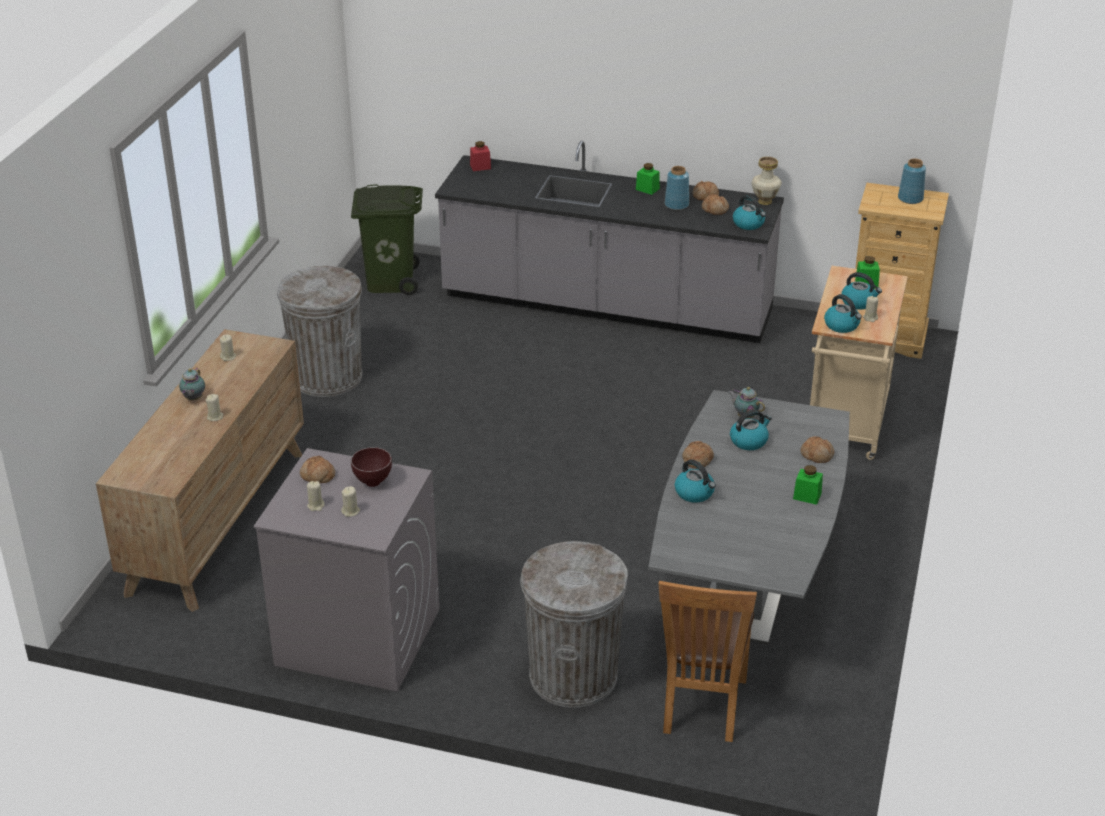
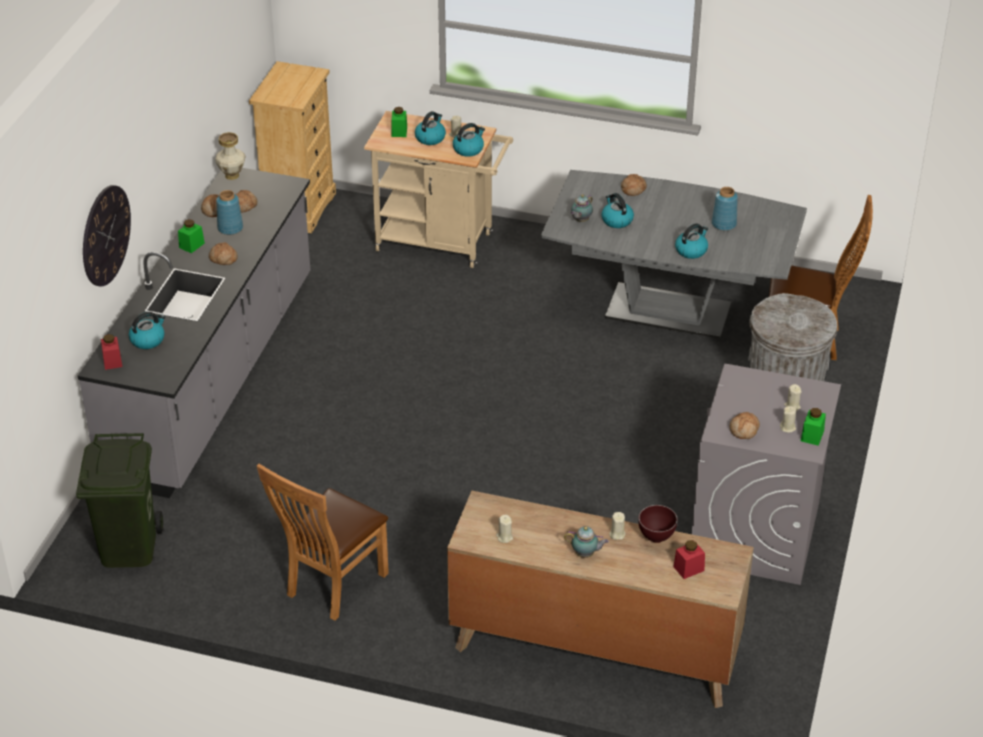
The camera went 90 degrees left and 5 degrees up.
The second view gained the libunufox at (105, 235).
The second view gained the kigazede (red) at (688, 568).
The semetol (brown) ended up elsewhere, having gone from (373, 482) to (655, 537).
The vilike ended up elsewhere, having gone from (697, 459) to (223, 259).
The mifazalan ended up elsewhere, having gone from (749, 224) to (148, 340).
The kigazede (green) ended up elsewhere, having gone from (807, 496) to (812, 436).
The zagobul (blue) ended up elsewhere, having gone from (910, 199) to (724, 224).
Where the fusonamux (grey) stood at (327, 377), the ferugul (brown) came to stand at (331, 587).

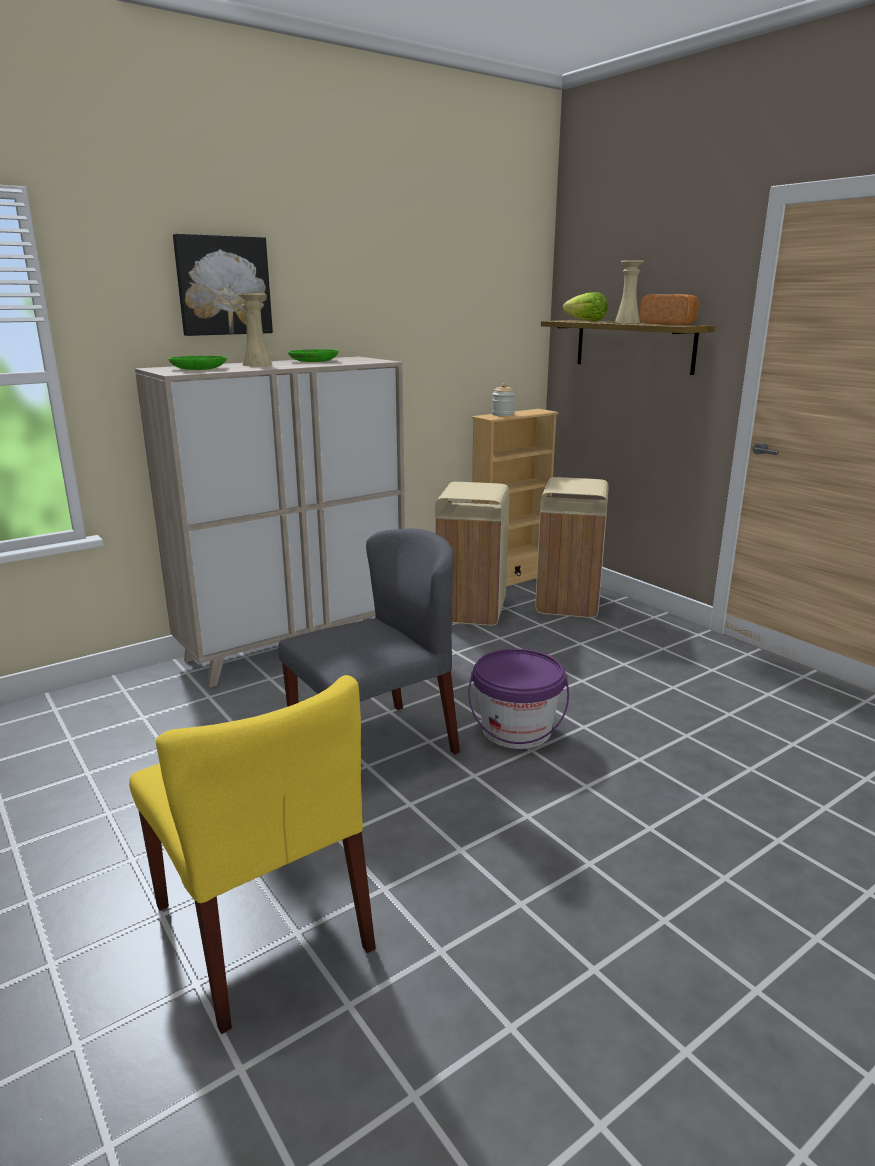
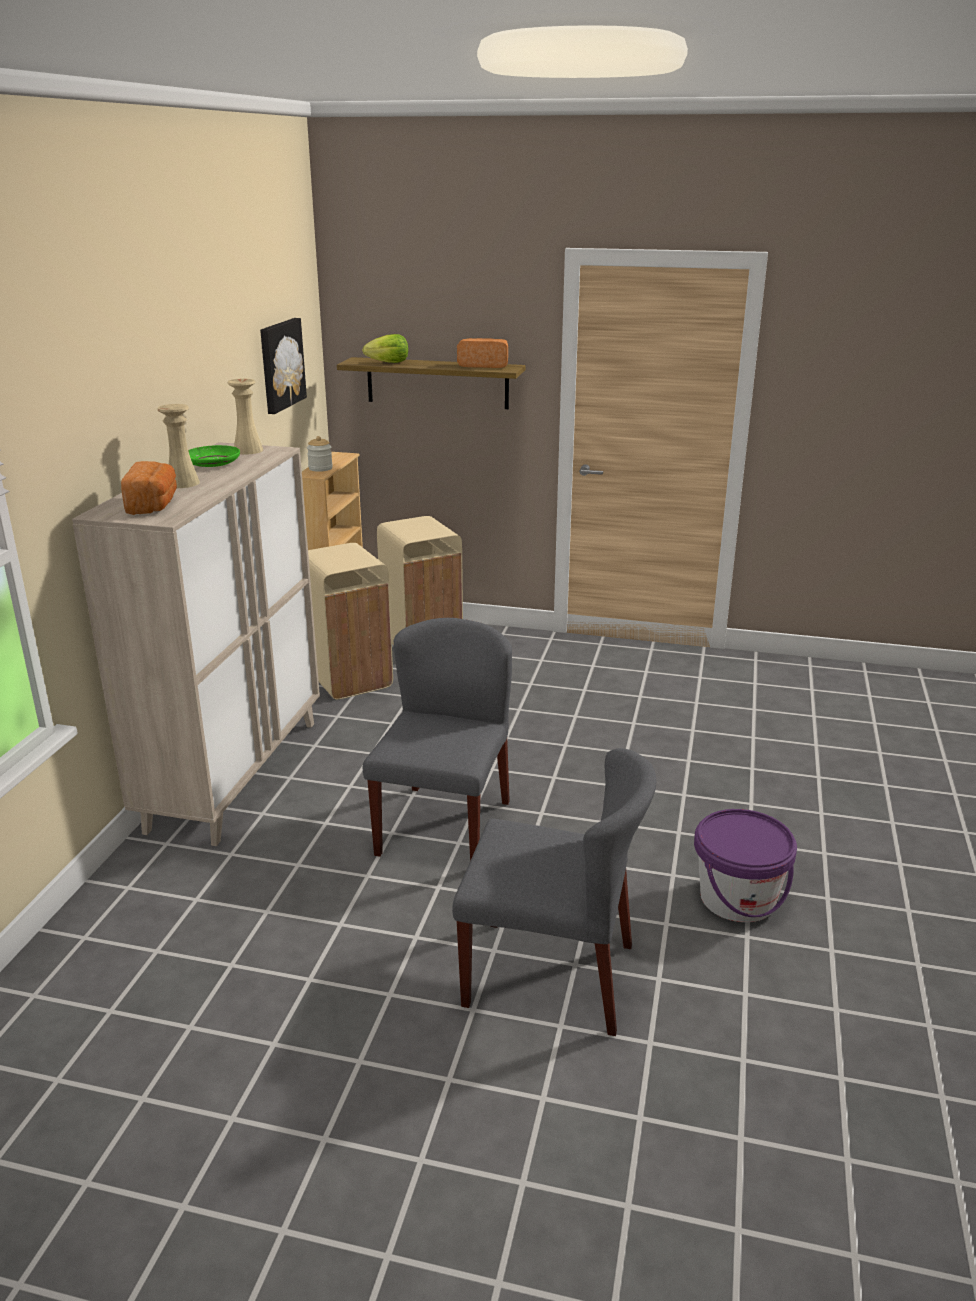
The camera went 40 degrees left and 5 degrees up.
The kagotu ended up elsewhere, having gone from (223, 286) to (280, 365).
The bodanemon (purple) ended up elsewhere, having gone from (516, 730) to (738, 898).
The zagobul (beige) ended up elsewhere, having gone from (627, 322) to (248, 450).
Where the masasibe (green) stood at (198, 369), the vilike came to stand at (153, 505).
What was the ferugul (yellow) at (263, 928) turned into the ferugul (grey) at (551, 975).

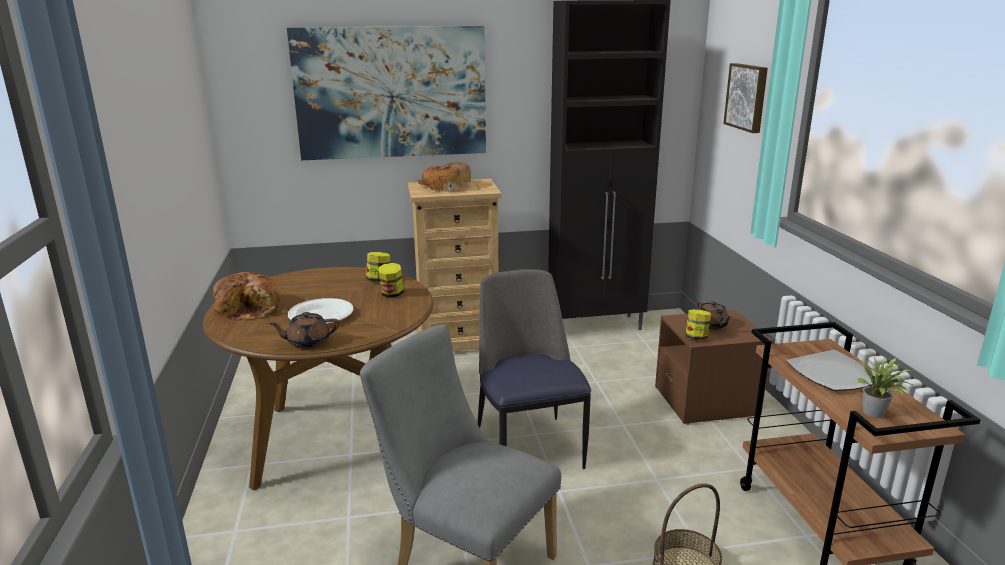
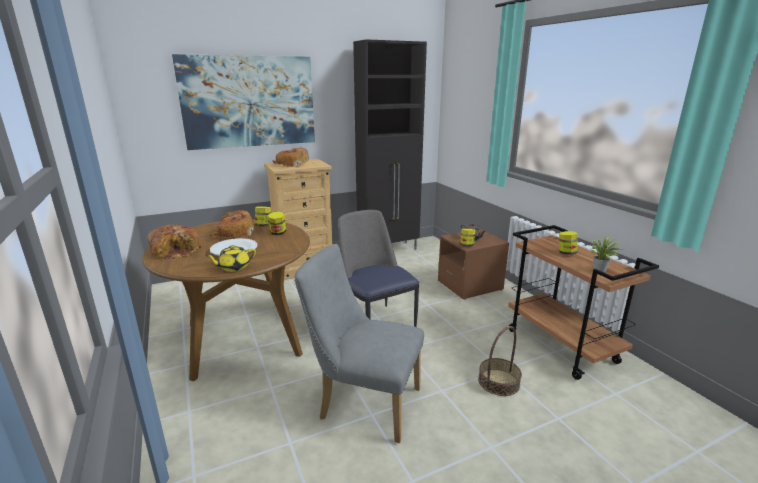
The camera went 15 degrees left and 0 degrees up.
The second view lost the kagotu at (747, 97).
The second view gained the vilike at (233, 233).
Where the masasibe stood at (833, 374), the kigazede came to stand at (566, 253).
What was the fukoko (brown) at (307, 342) turned into the fukoko (yellow) at (233, 267).

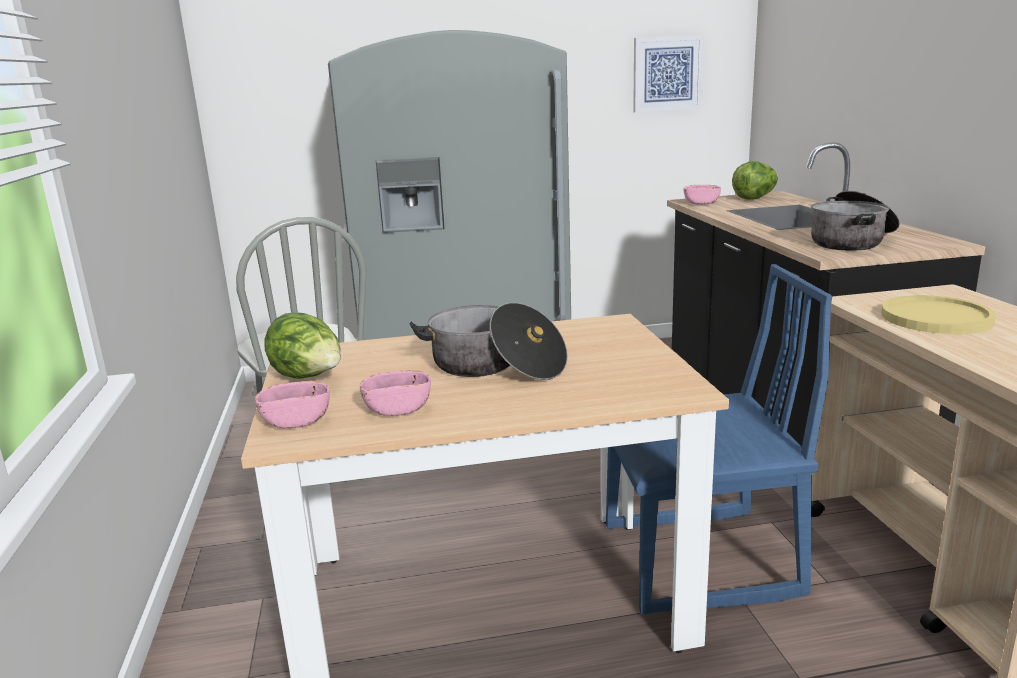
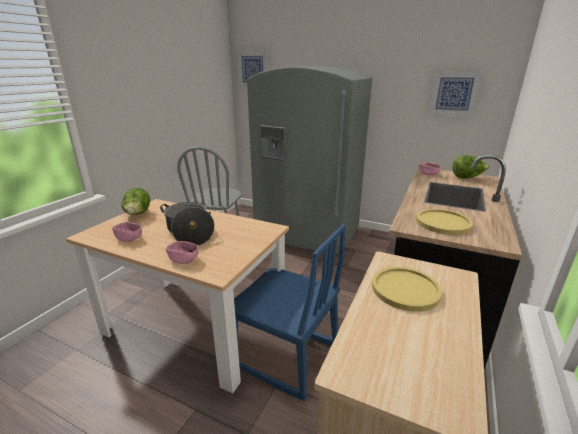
The camera went 35 degrees right and 5 degrees up.
The second view gained the kagotu at (253, 69).
The semetol (pink) ended up elsewhere, having gone from (296, 421) to (184, 259).
Where the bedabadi stood at (852, 241), the masasibe (yellow) came to stand at (443, 223).

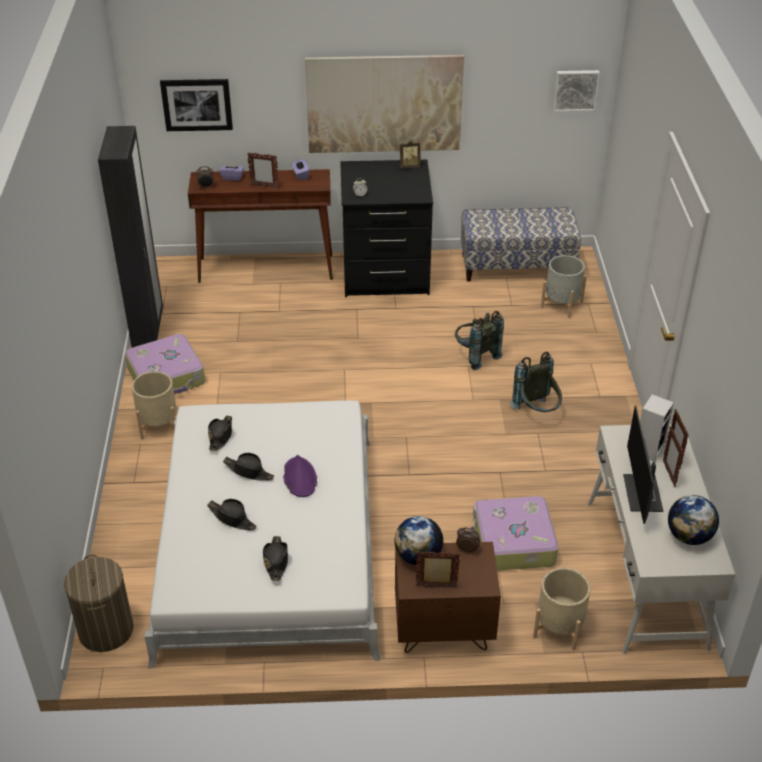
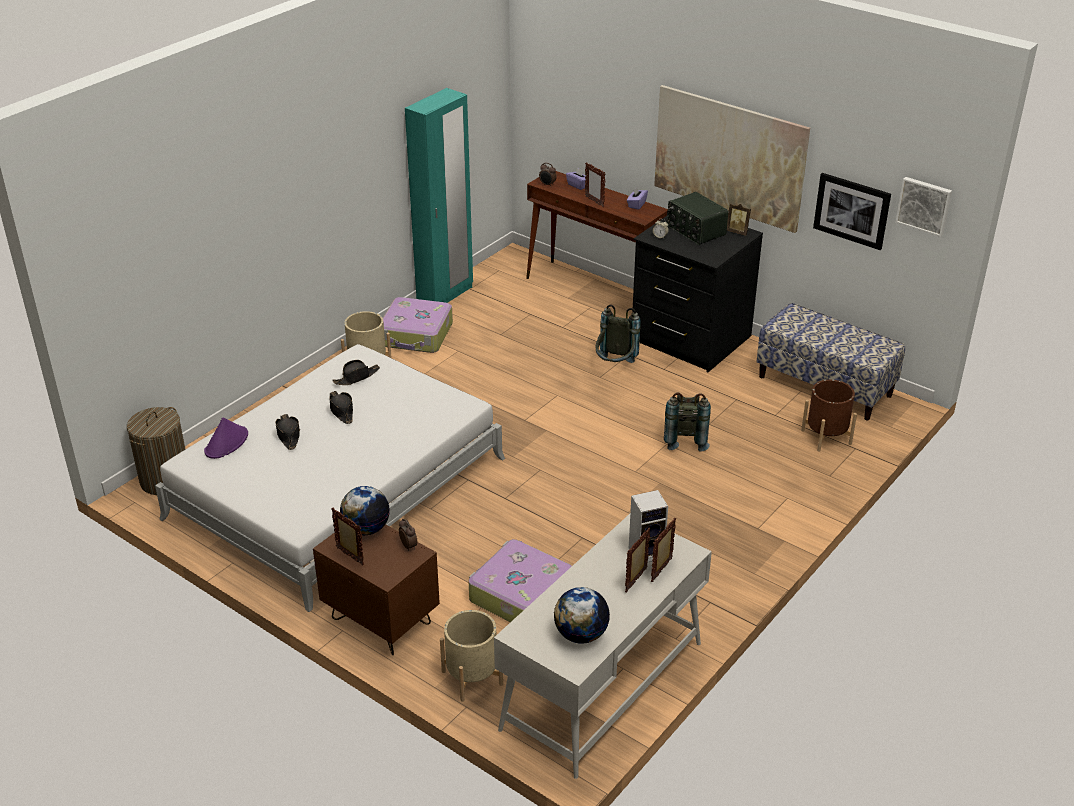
The camera went 40 degrees right and 5 degrees down.
The second view lost the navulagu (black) at (276, 561).
The second view lost the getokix at (643, 494).
The second view gained the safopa at (695, 231).
The kagotu ended up elsewhere, having gone from (197, 104) to (852, 210).
The navulagu (purple) ended up elsewhere, having gone from (299, 477) to (226, 443).
The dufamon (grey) ended up elsewhere, having gone from (537, 412) to (615, 366).
What was the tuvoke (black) at (148, 329) turned into the tuvoke (turquoise) at (445, 295).
What was the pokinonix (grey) at (561, 304) turned into the pokinonix (brown) at (826, 437).

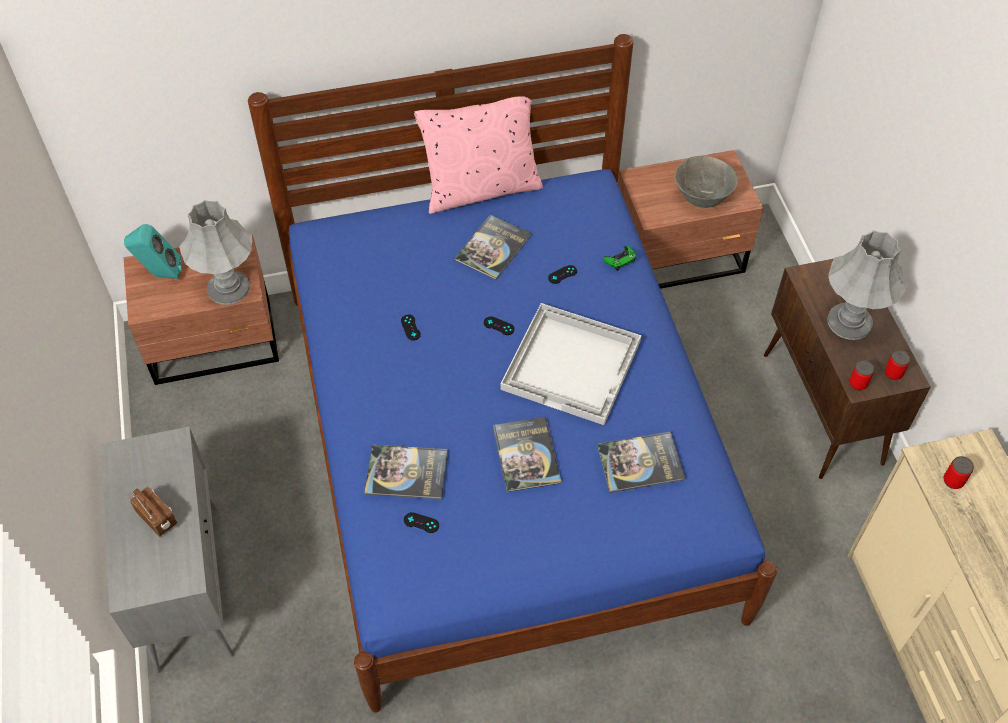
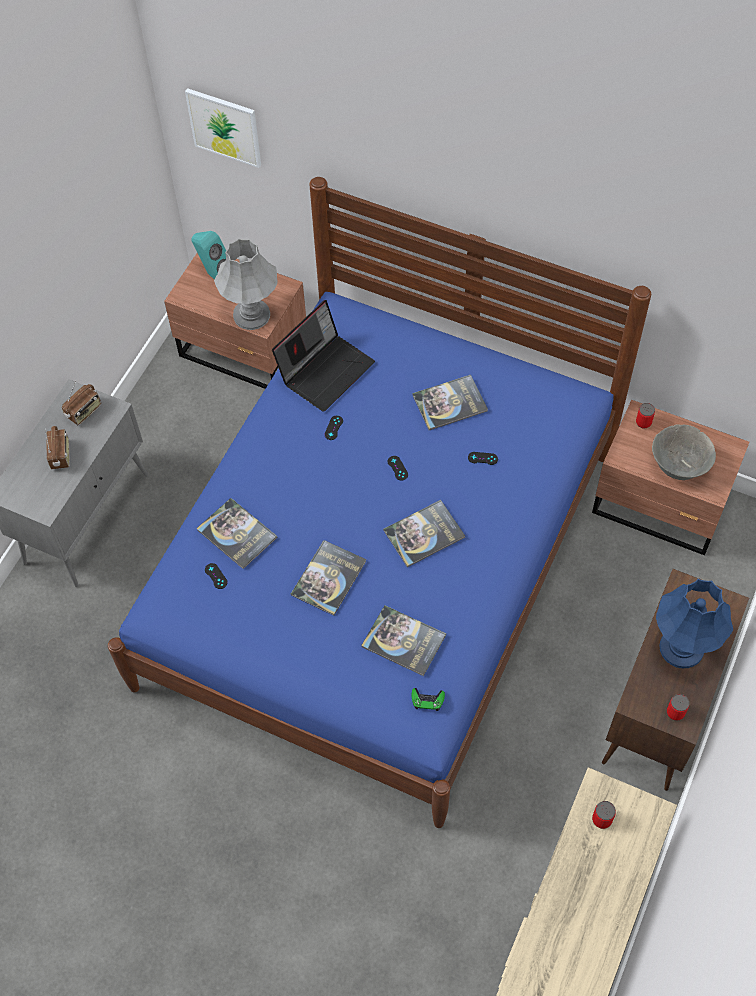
The camera went 40 degrees right and 5 degrees up.
The second view lost the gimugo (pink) at (481, 188).
The second view gained the safopa at (84, 412).
The second view gained the kagotu at (224, 127).
The second view gained the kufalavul at (325, 370).
The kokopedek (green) ended up elsewhere, having gone from (620, 260) to (427, 700).
The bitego ended up elsewhere, having gone from (858, 383) to (643, 422).
Where the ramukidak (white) stood at (572, 364), the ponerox came to stand at (424, 534).
What was the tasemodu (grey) at (850, 321) turned into the tasemodu (blue) at (682, 647).

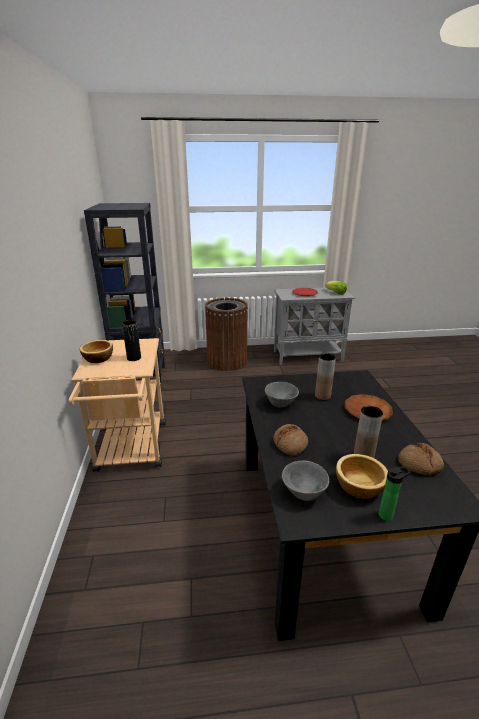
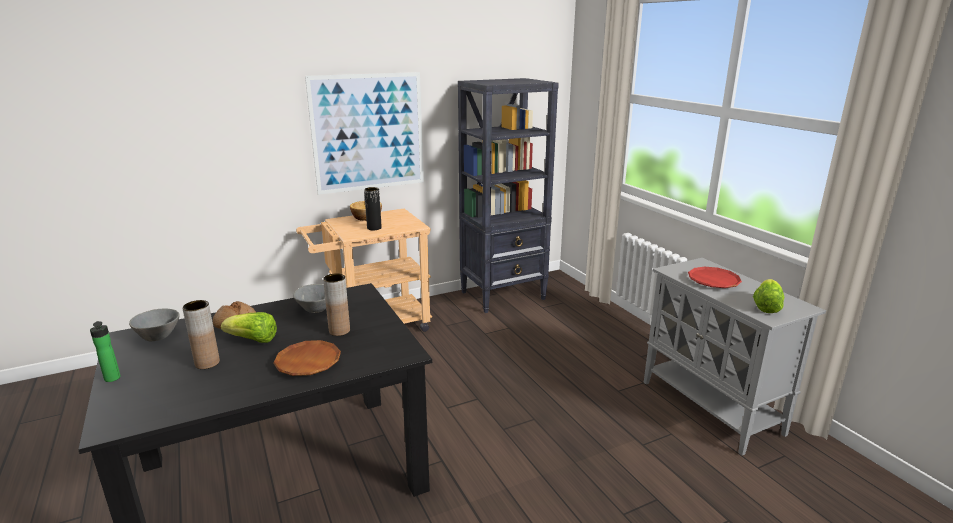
The camera went 70 degrees right and 5 degrees down.
The second view lost the fusonamux (brown) at (227, 361).
The second view lost the semetol at (358, 487).
The second view lost the vilike at (419, 464).
The second view gained the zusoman at (253, 340).
The second view gained the kagotu at (368, 132).

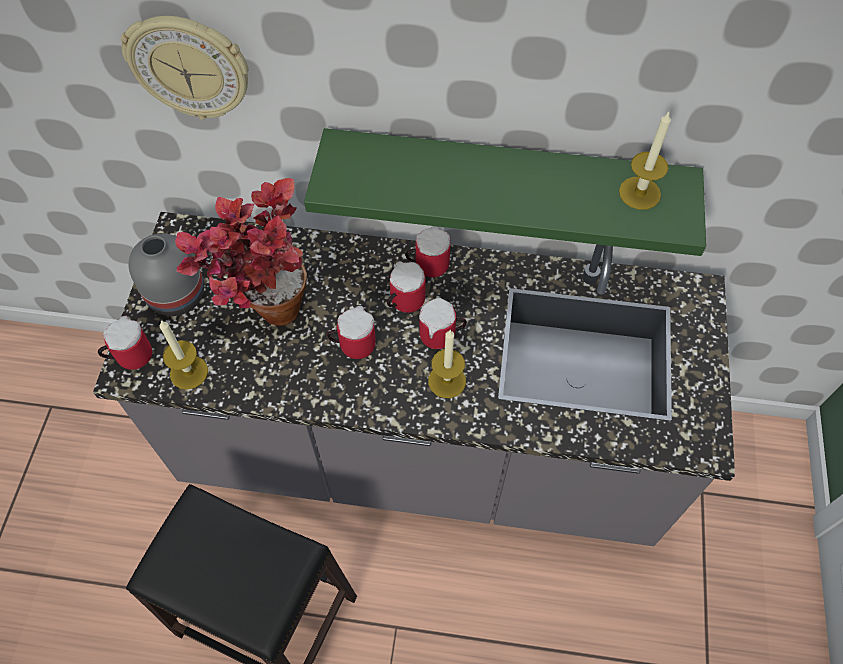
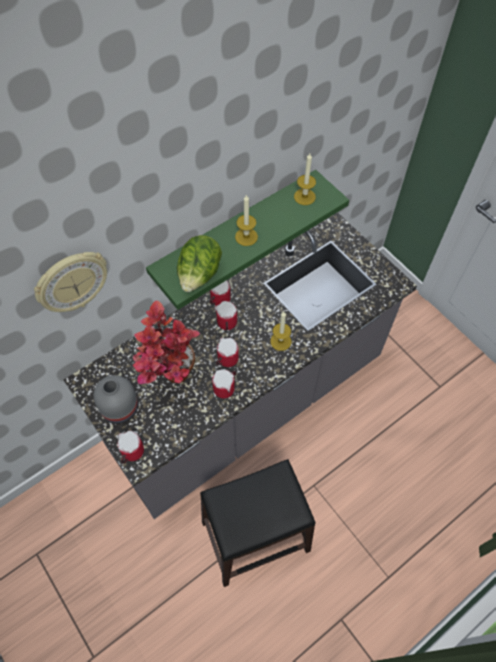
The camera went 45 degrees left and 0 degrees up.
The second view gained the zusoman at (199, 275).
The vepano ended up elsewhere, having gone from (189, 372) to (246, 237).
The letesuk ended up elsewhere, having gone from (442, 336) to (227, 388).

